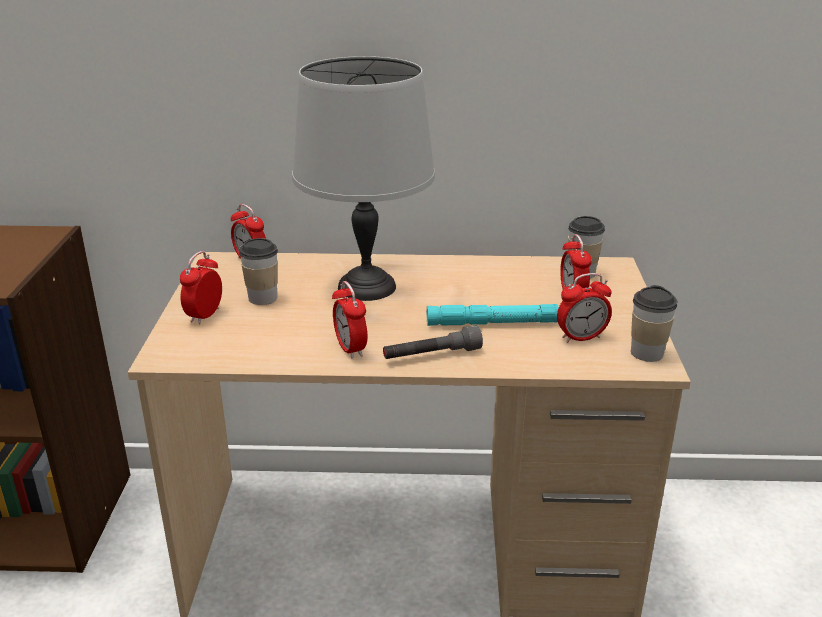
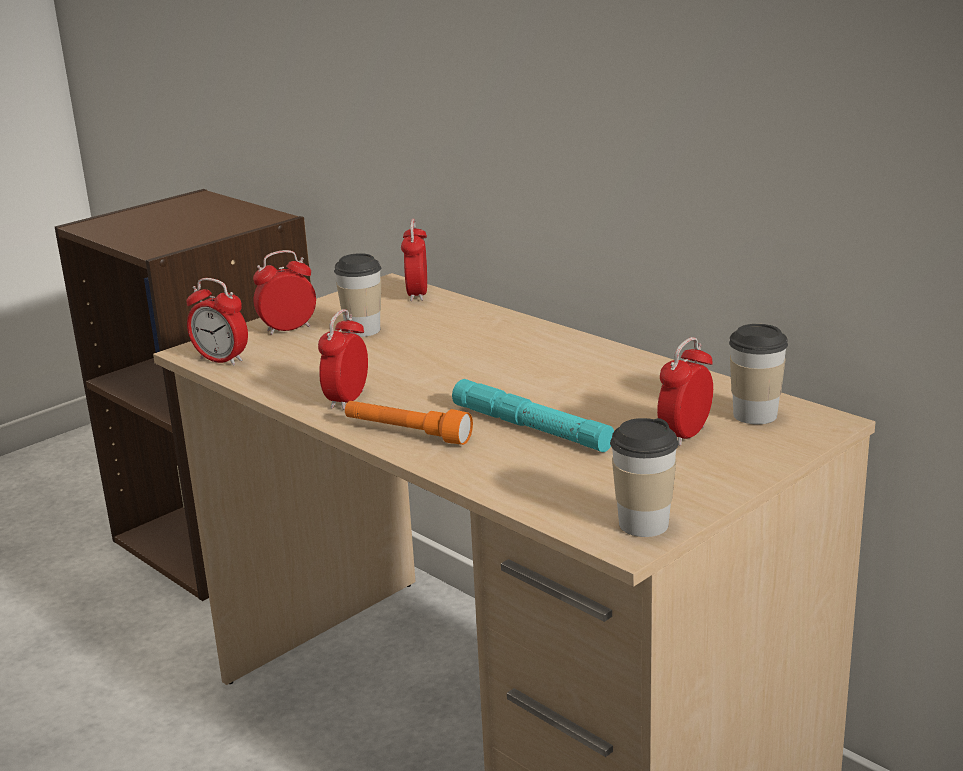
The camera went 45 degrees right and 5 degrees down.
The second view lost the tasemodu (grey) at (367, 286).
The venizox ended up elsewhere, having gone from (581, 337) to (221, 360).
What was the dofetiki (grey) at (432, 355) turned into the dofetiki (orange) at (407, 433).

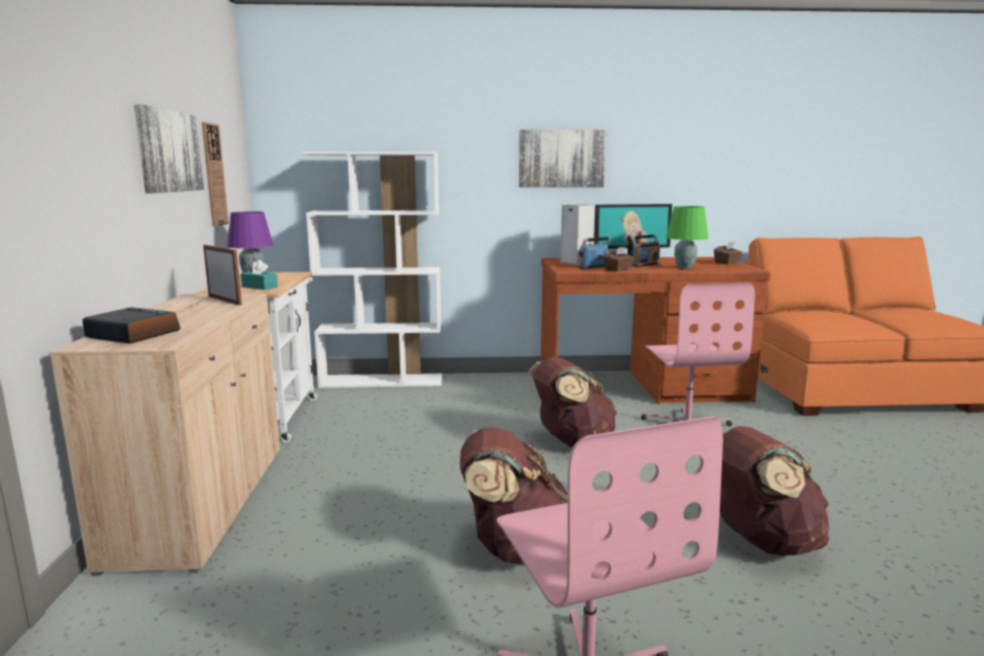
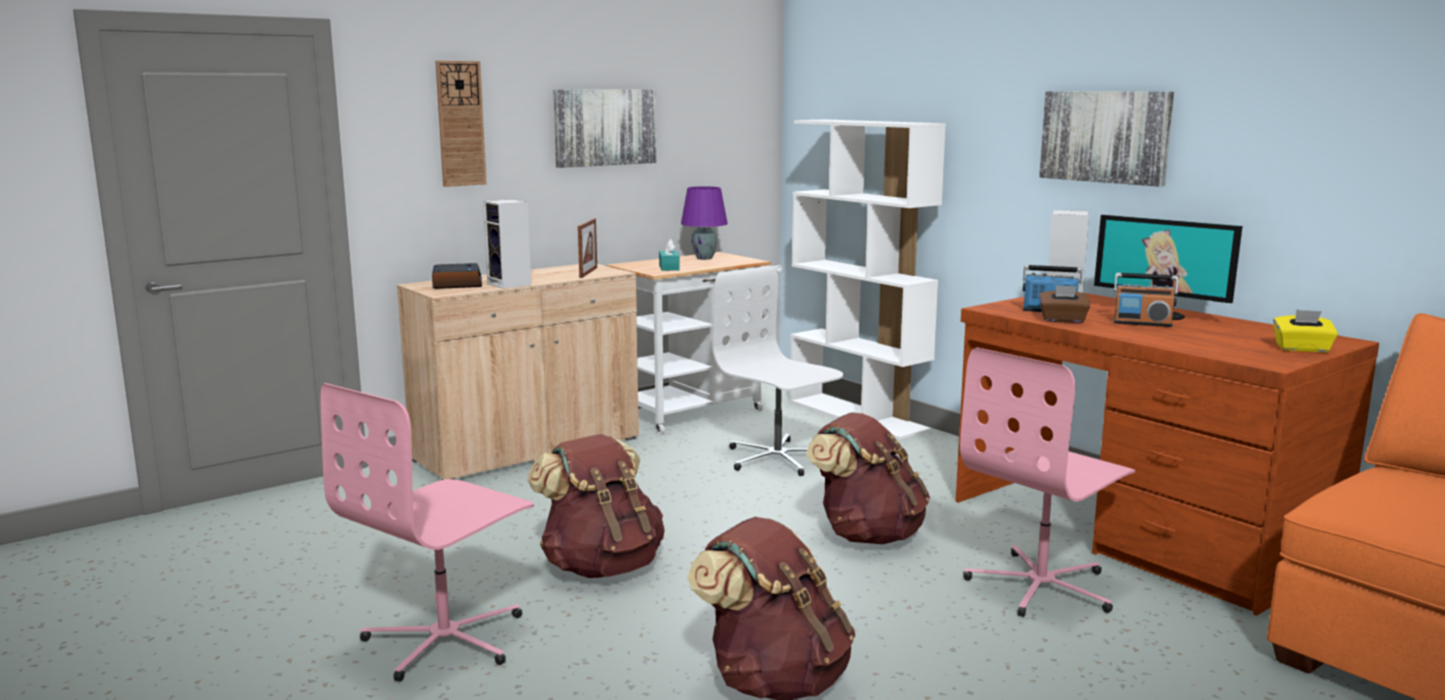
The camera went 55 degrees right and 0 degrees up.
The second view lost the tasemodu (green) at (685, 268).
The second view gained the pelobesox at (510, 284).
The second view gained the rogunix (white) at (777, 458).
The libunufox ended up elsewhere, having gone from (214, 175) to (460, 123).
What was the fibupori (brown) at (727, 263) turned into the fibupori (yellow) at (1302, 349).

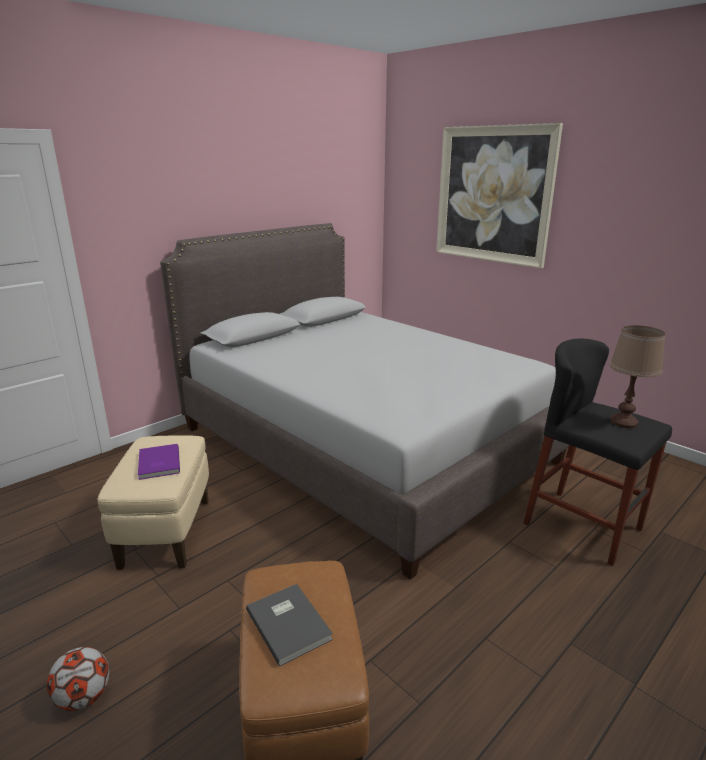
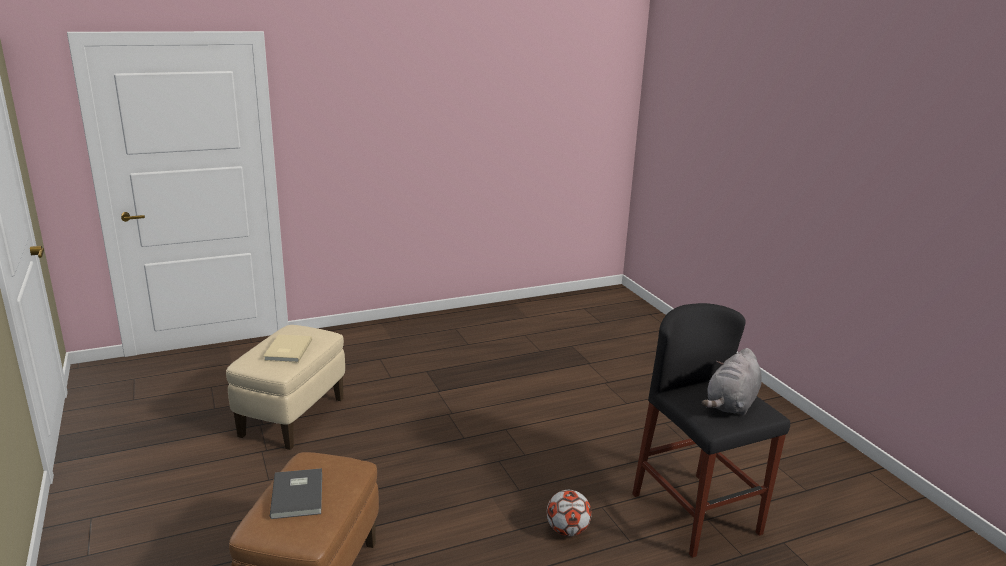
The camera went 20 degrees right and 0 degrees up.
The second view lost the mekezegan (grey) at (363, 444).
The second view lost the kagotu at (493, 195).
The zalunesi ended up elsewhere, having gone from (84, 697) to (567, 530).
Where the tasemodu (brown) stood at (624, 422), the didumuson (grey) came to stand at (731, 404).
What was the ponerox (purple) at (158, 463) turned into the ponerox (beige) at (286, 350).

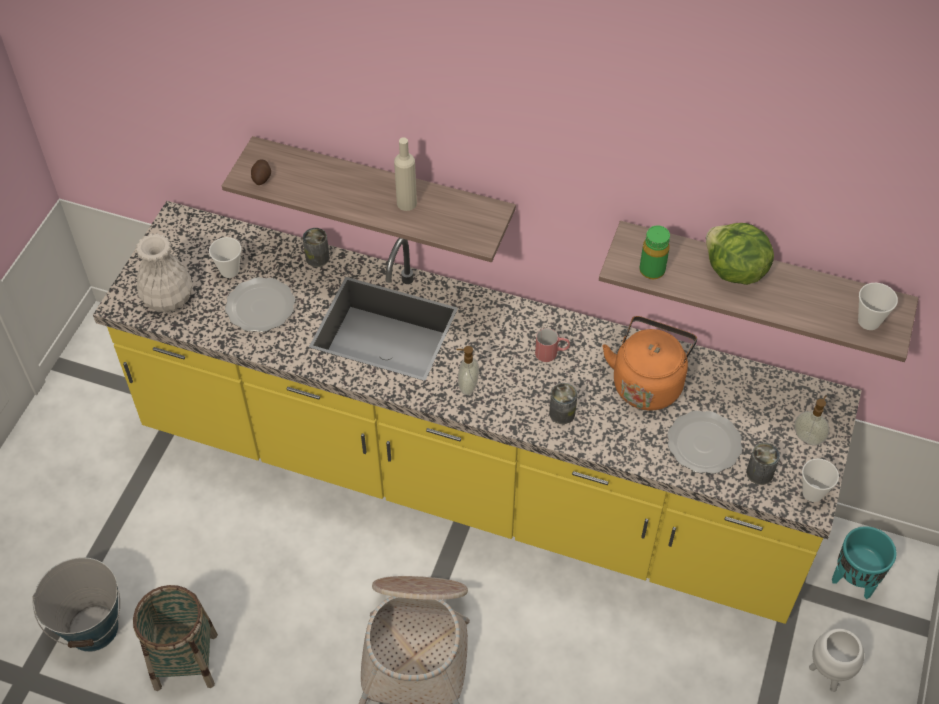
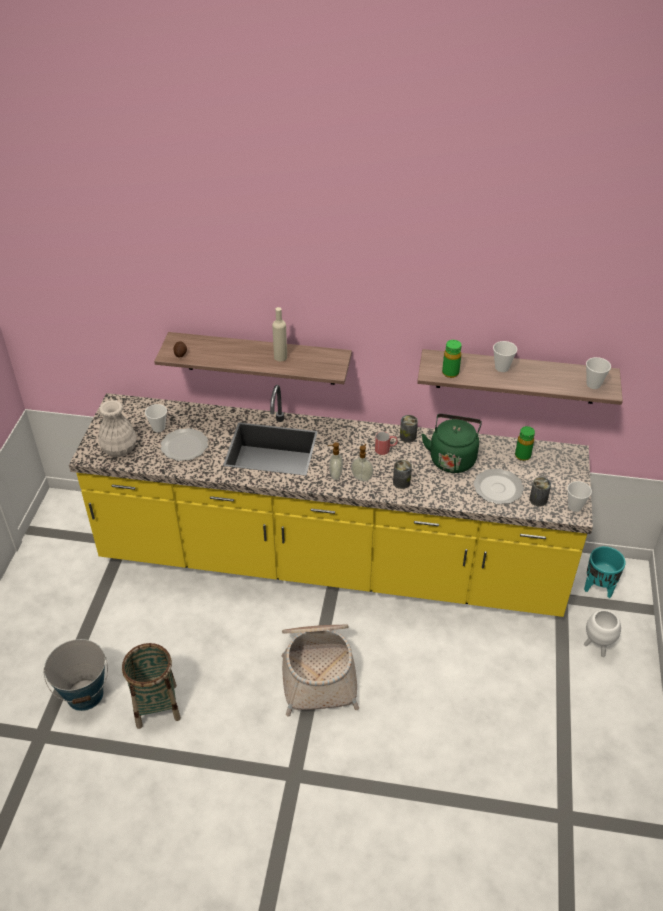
The camera went 10 degrees left and 10 degrees down.
The second view gained the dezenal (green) at (522, 456).
The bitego ended up elsewhere, having gone from (317, 257) to (408, 437).
The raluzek ended up elsewhere, having gone from (808, 437) to (362, 477).
Where the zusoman stood at (733, 271), the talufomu came to stand at (502, 368).
What was the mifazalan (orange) at (647, 382) turned into the mifazalan (green) at (452, 458).

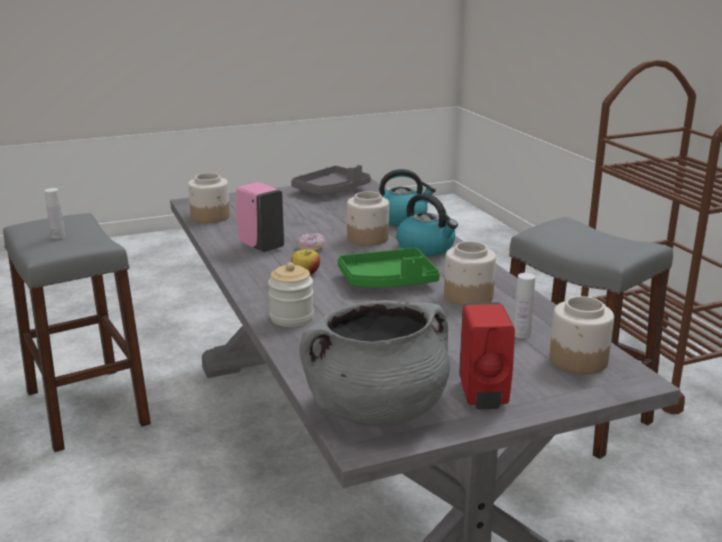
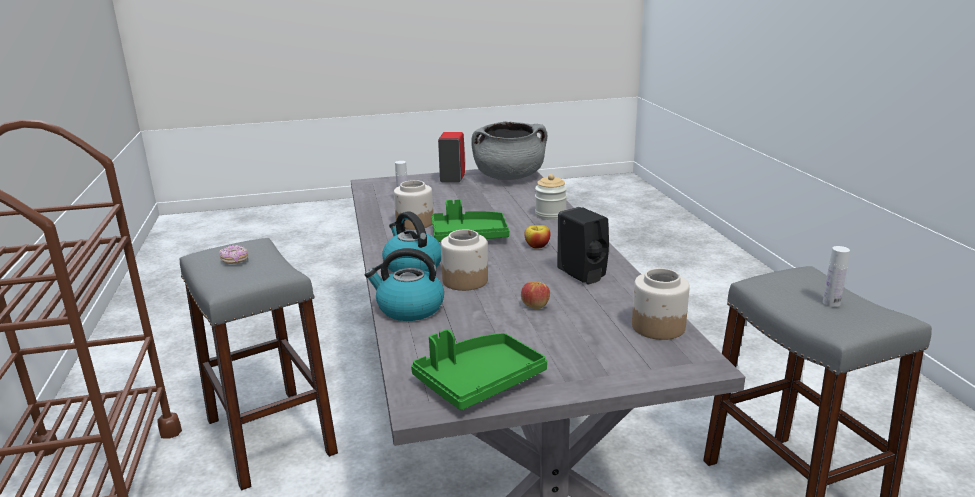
The camera went 170 degrees left and 0 degrees up.
The second view lost the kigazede at (579, 360).
The second view gained the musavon at (535, 305).
The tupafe ended up elsewhere, having gone from (311, 248) to (235, 260).
What was the raluzek (pink) at (260, 246) turned into the raluzek (black) at (582, 276).
What was the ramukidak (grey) at (332, 190) turned into the ramukidak (green) at (478, 381).

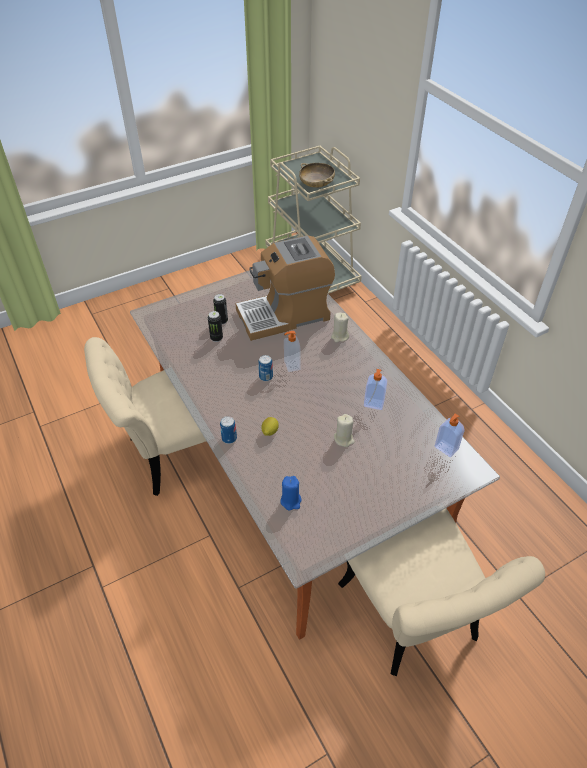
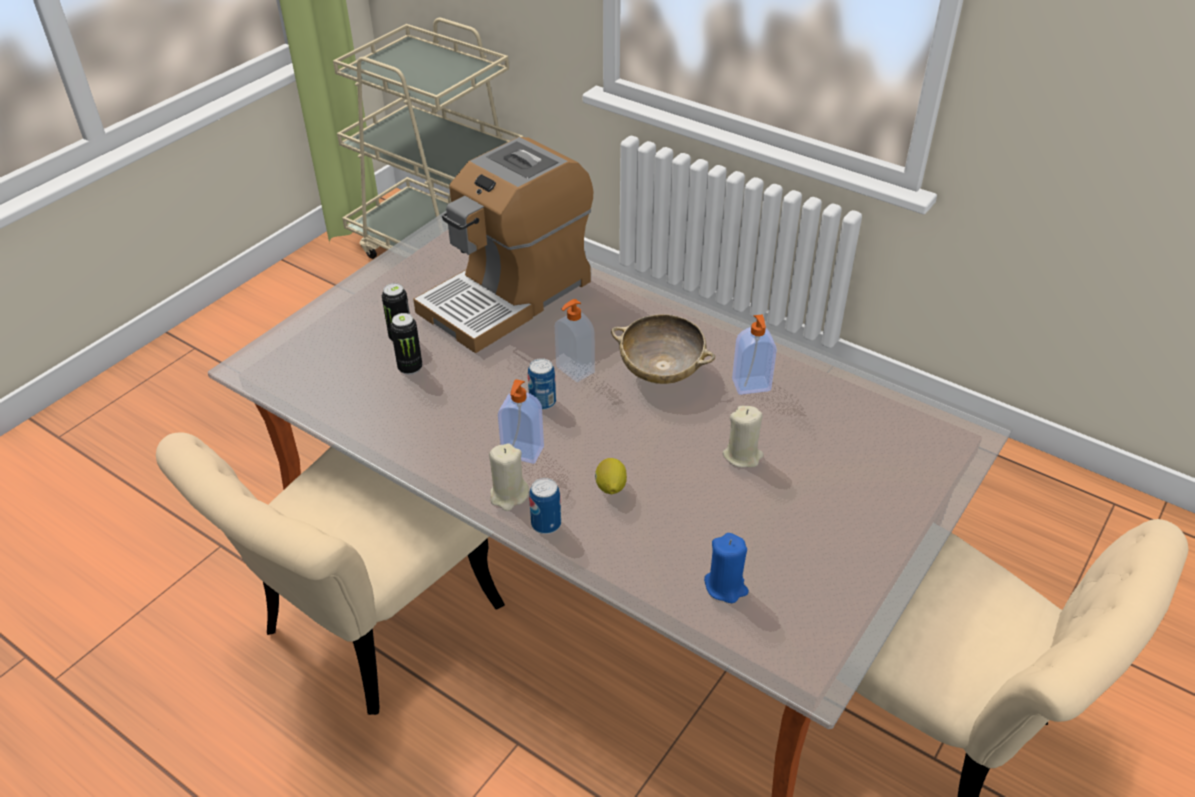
The camera went 25 degrees left and 5 degrees down.
The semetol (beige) ended up elsewhere, having gone from (316, 185) to (661, 371).
The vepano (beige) ended up elsewhere, having gone from (339, 336) to (508, 495).
The raluzek ended up elsewhere, having gone from (445, 449) to (522, 453).

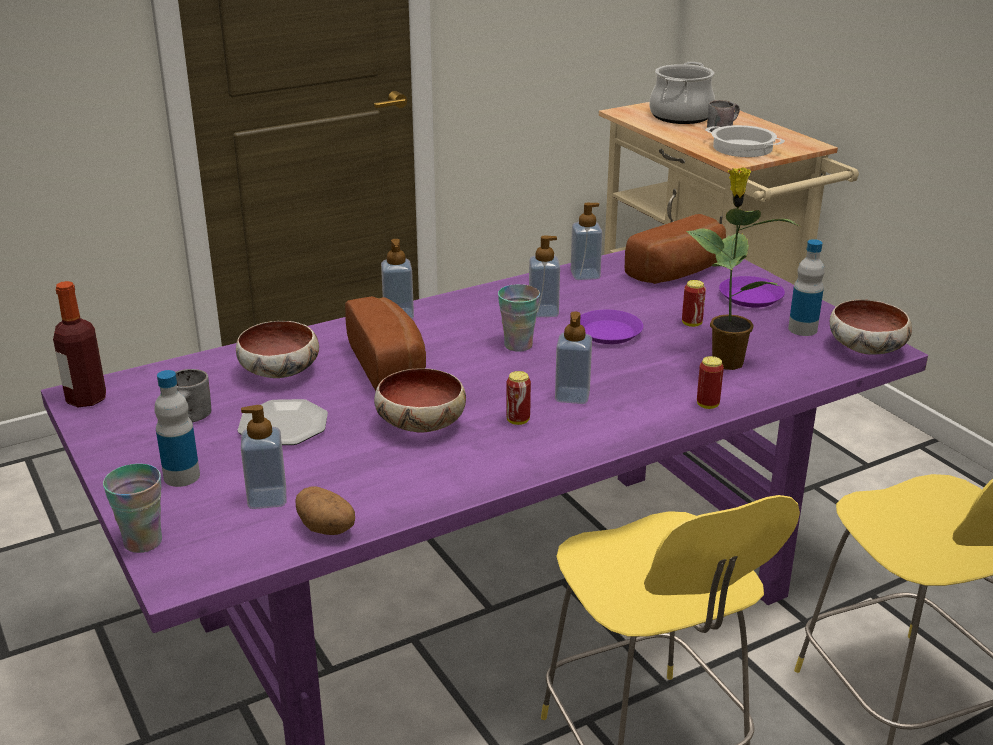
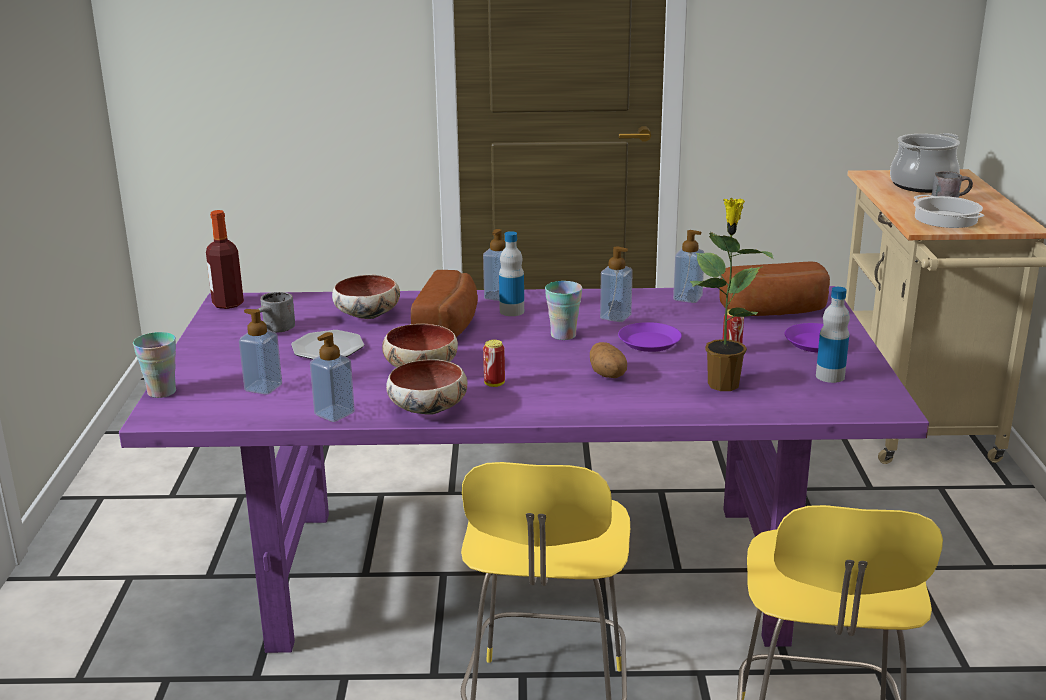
The camera went 30 degrees right and 5 degrees down.
The second view lost the bitego at (707, 405).
The dezenal ended up elsewhere, having gone from (182, 476) to (512, 311).
The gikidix ended up elsewhere, having gone from (327, 529) to (608, 375).
The raluzek ended up elsewhere, having gone from (572, 396) to (334, 414).
The semetol ended up elsewhere, having gone from (867, 350) to (428, 410).

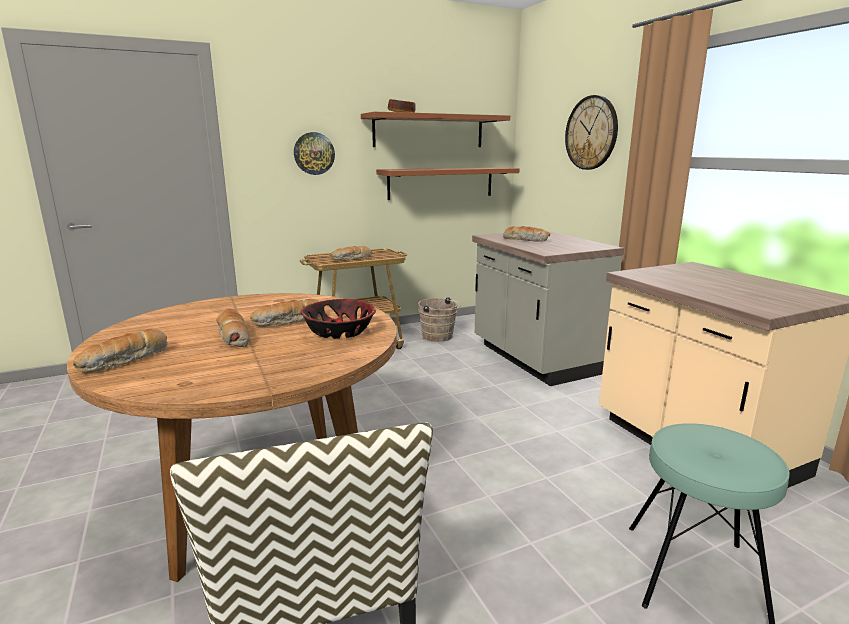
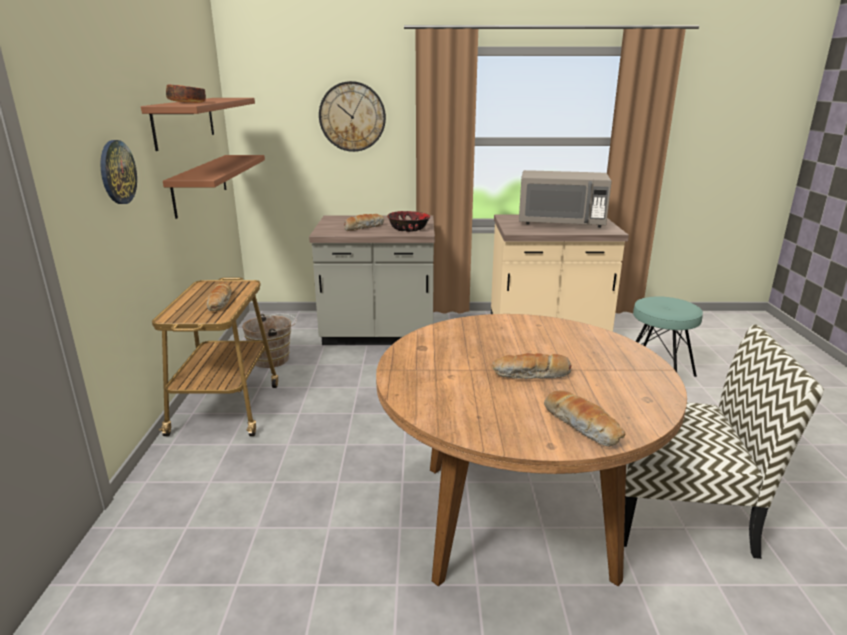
The camera went 65 degrees left and 5 degrees up.
The second view lost the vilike at (289, 322).
The second view gained the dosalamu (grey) at (561, 223).
The semetol ended up elsewhere, having gone from (340, 332) to (409, 229).

